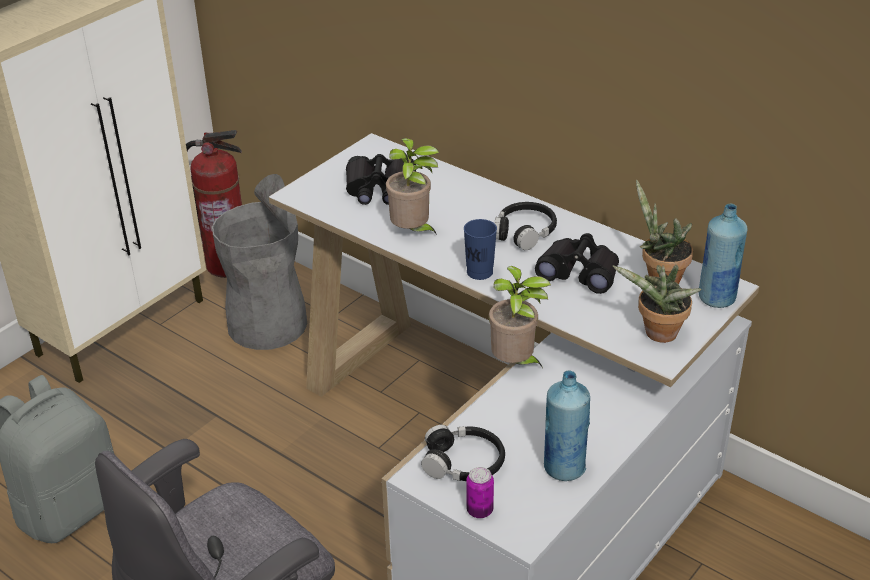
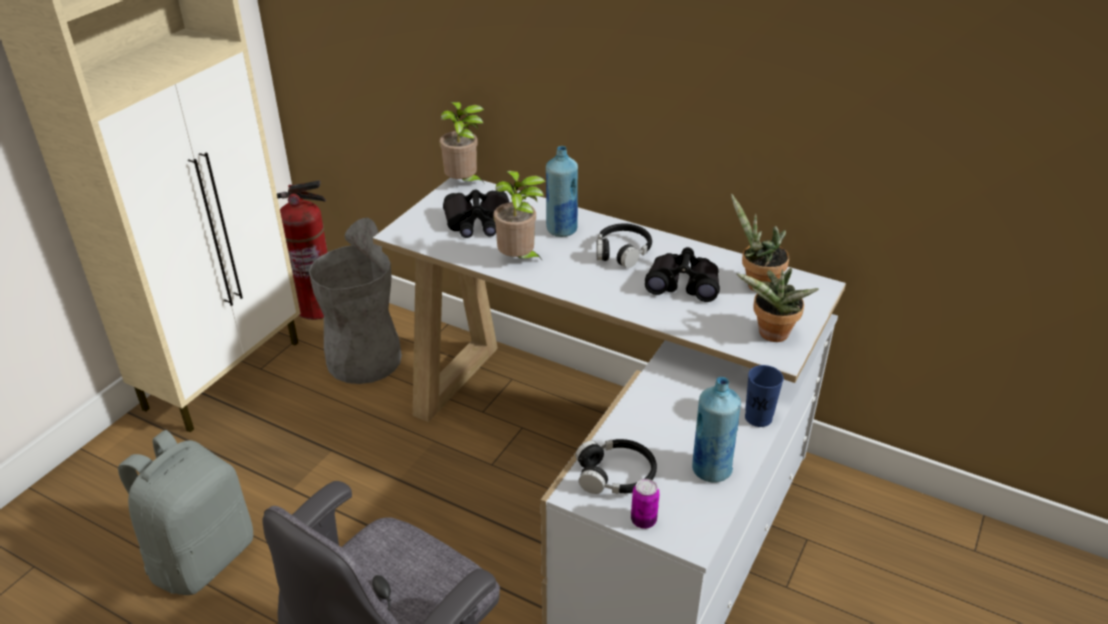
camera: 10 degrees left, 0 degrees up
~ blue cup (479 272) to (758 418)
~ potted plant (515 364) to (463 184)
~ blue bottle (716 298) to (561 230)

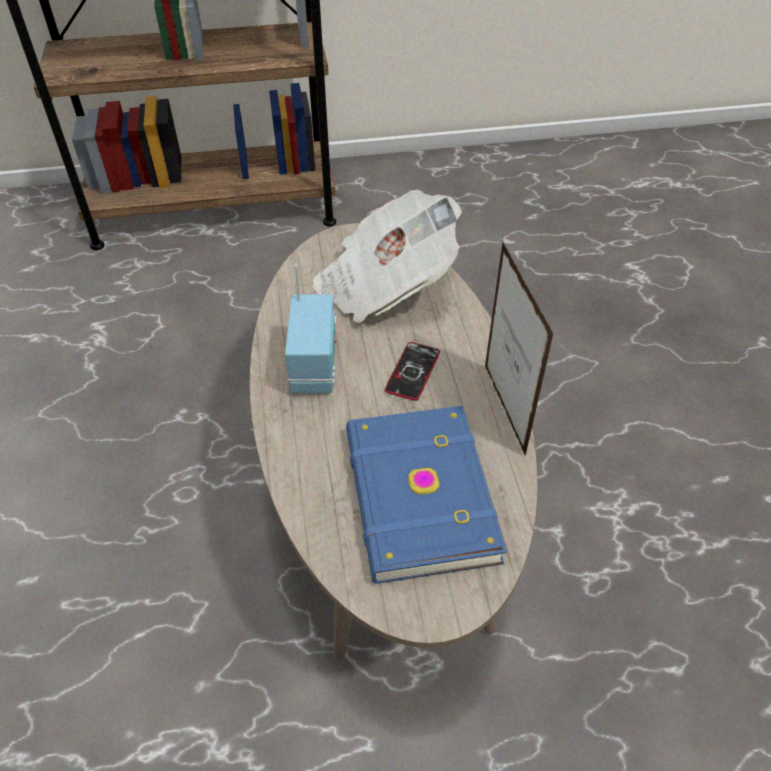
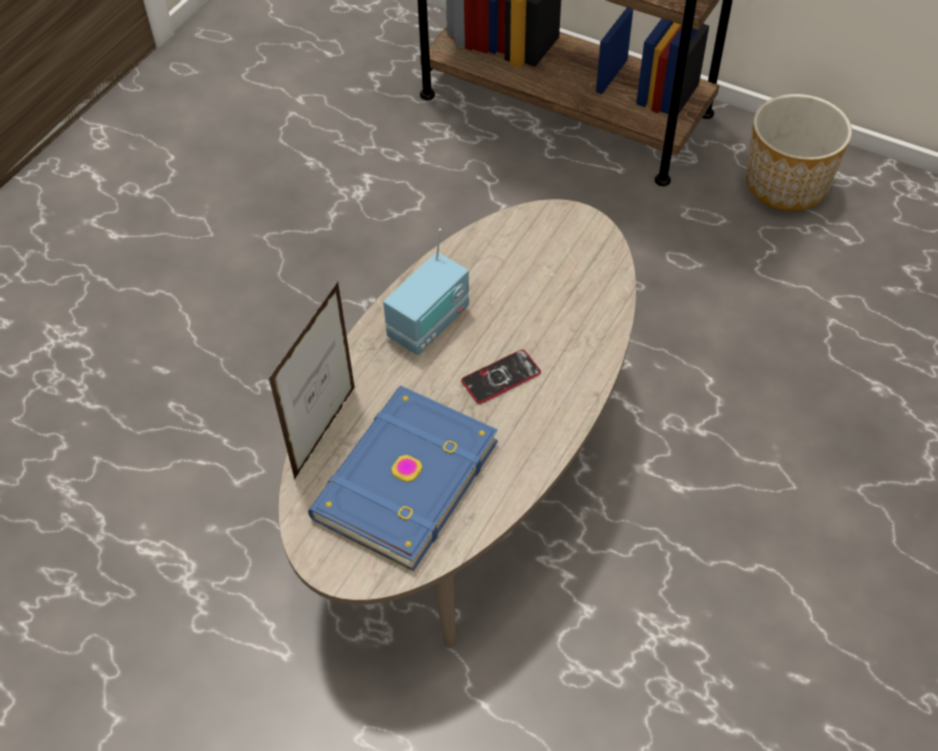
camera: 40 degrees right, 5 degrees up
- newspaper (384 284)
+ planter (787 185)
~ picture frame (503 408) to (325 431)

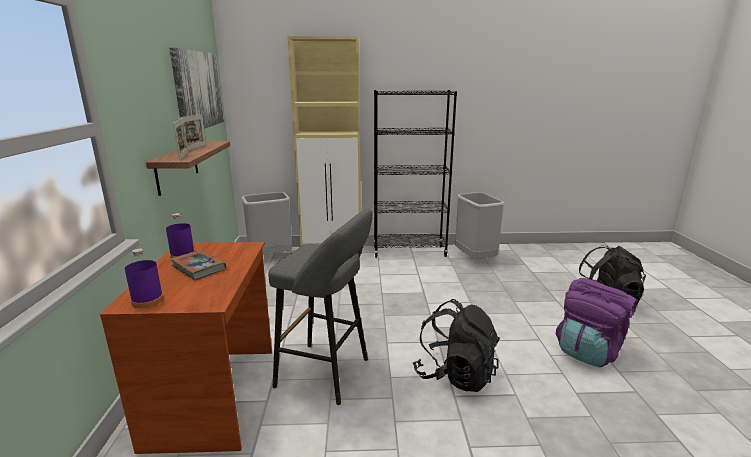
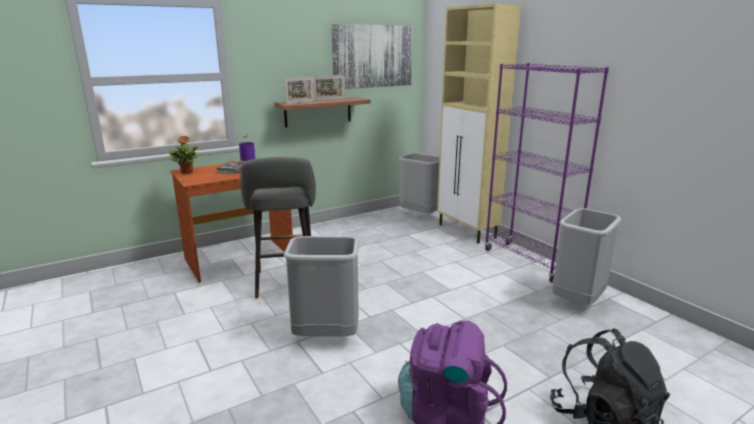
camera: 60 degrees right, 0 degrees up
~ purple bottle (147 300) to potted plant (187 172)
~ black backpack (455 375) to grey trash can (326 336)
~ black bookcase (409 252) to purple bookcase (528 262)

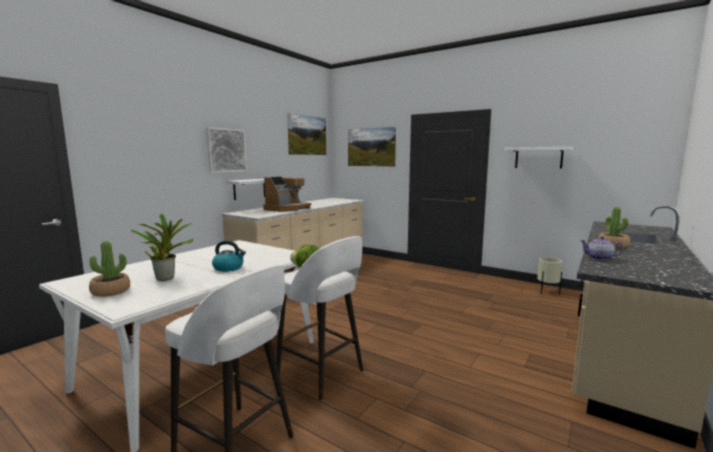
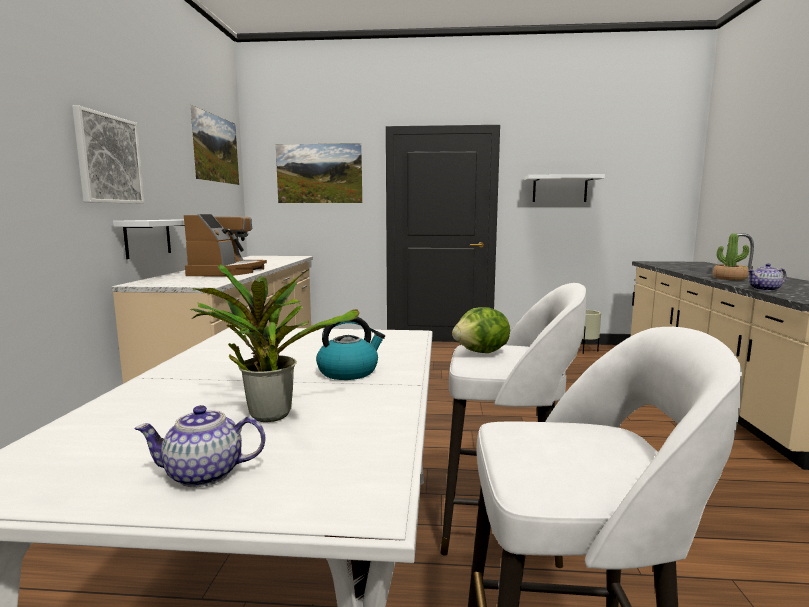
camera: 30 degrees left, 0 degrees up
~ potted plant (111 291) to teapot (205 474)

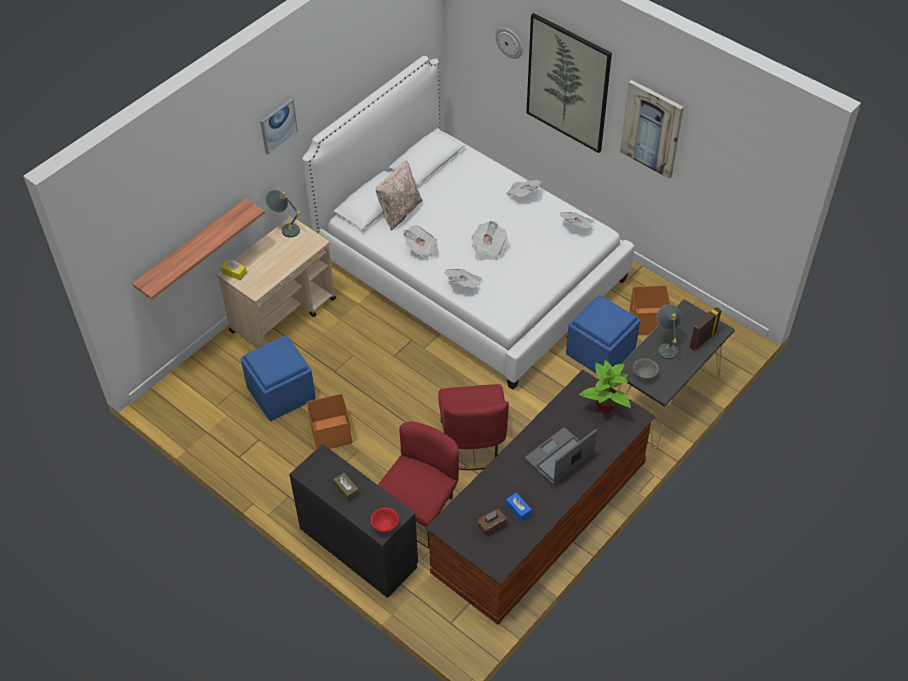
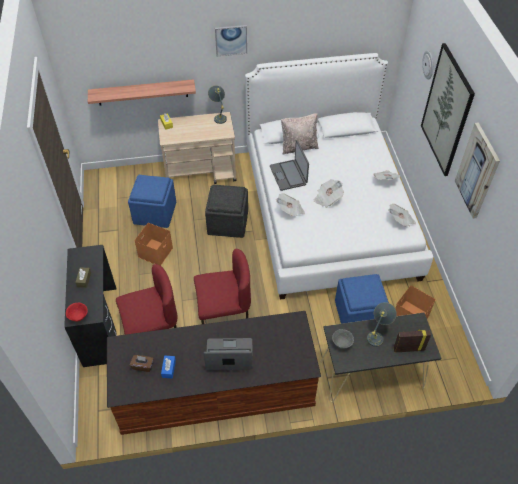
camera: 40 degrees right, 0 degrees up
- potted plant (605 407)
+ grey ottoman (228 222)
~ newspaper (422 249) to laptop (288 175)
~ red chair (473 443) = (223 314) 135 degrees counterclockwise

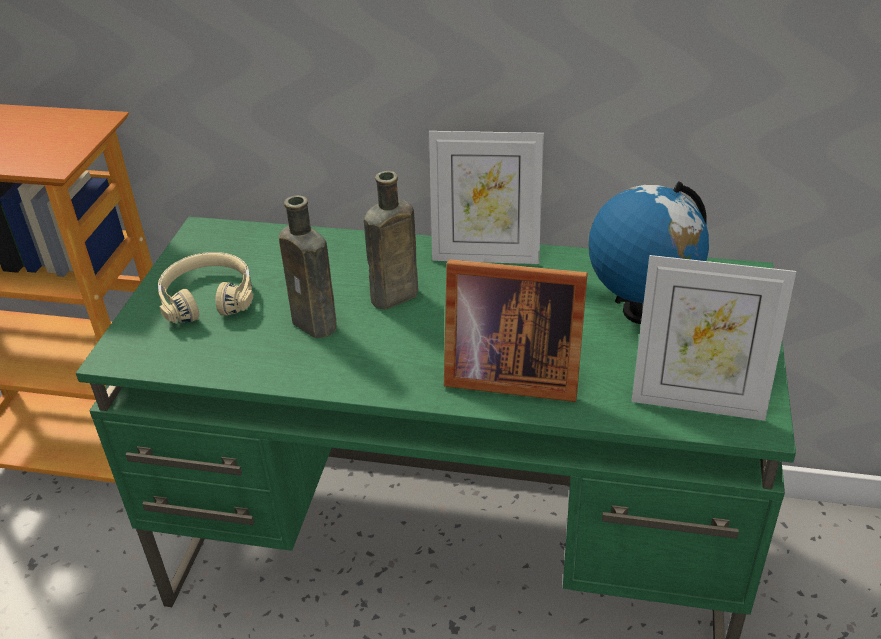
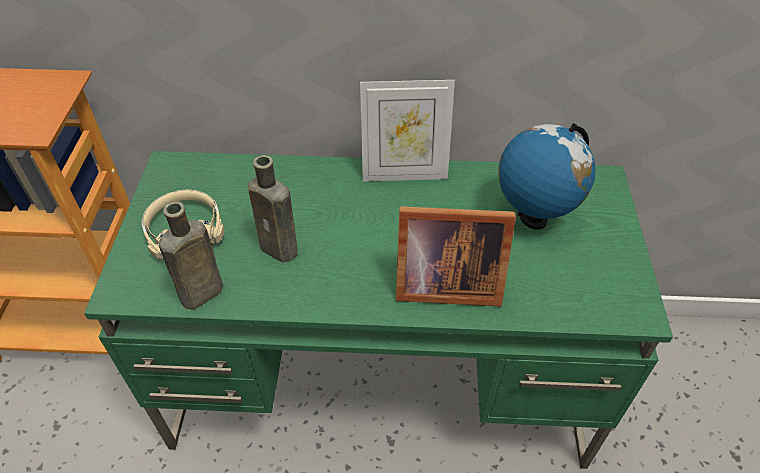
camera: 10 degrees left, 10 degrees up
- picture frame (697 401)
~ brown bottle (391 298) to (199 295)

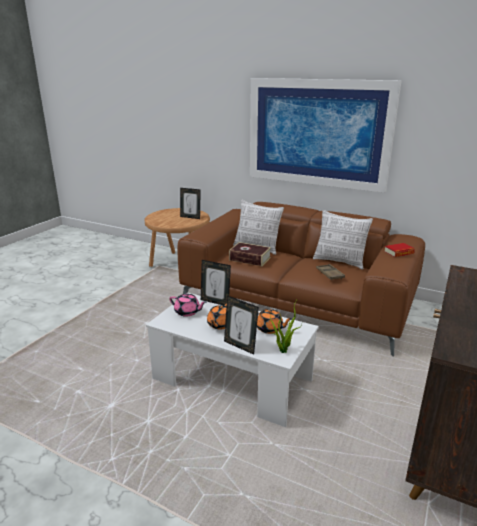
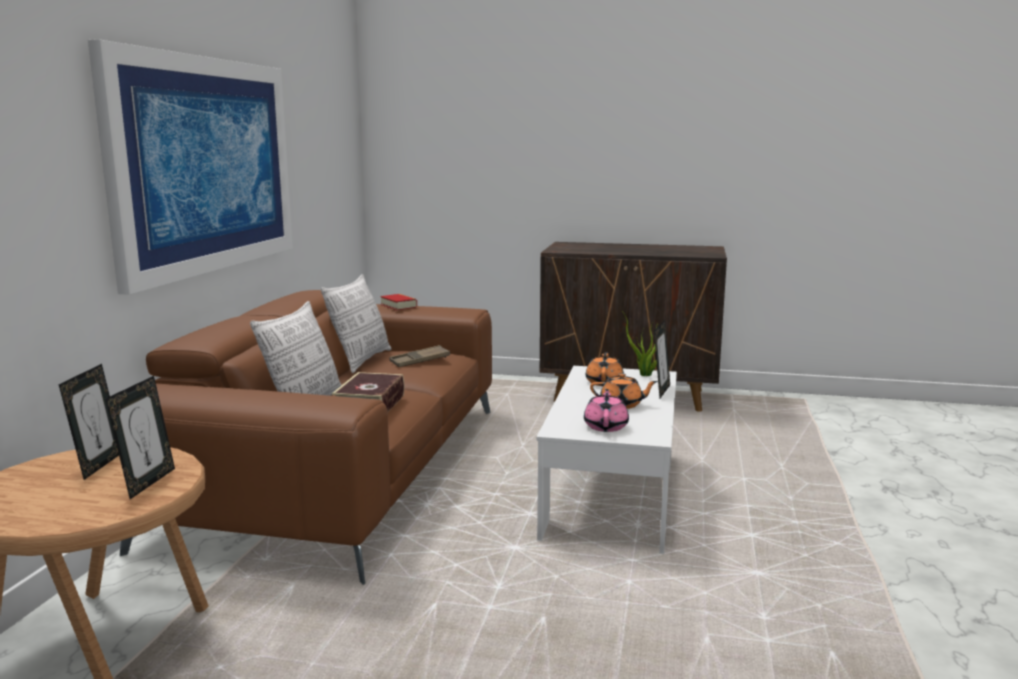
camera: 105 degrees left, 10 degrees down
~ picture frame (215 302) to (147 483)

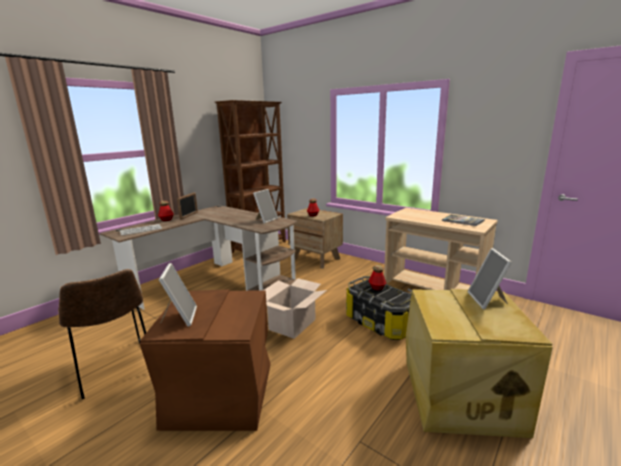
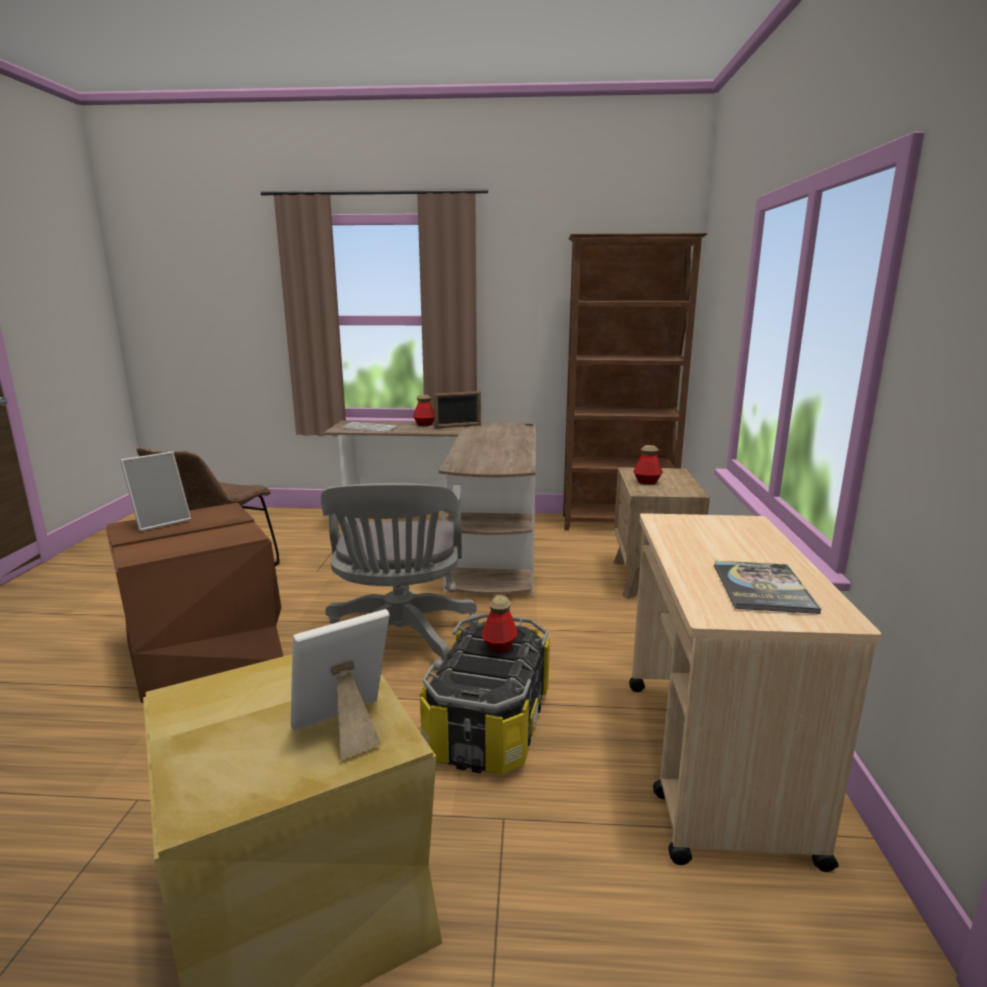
camera: 55 degrees right, 0 degrees up
- picture frame (265 220)
~ cardboard box (292 324) to grey office chair (399 640)

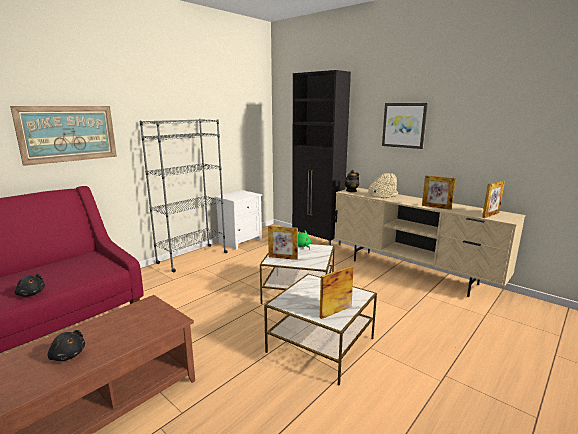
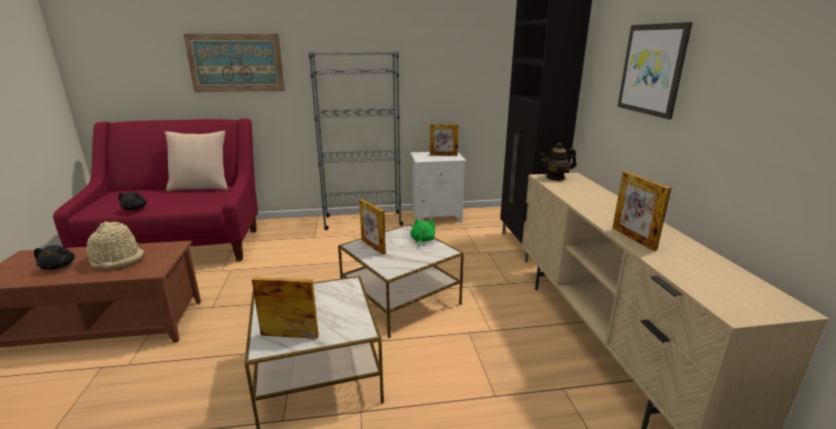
camera: 40 degrees right, 5 degrees up
+ beige pillow (201 187)
~ beige hat (382 195) to (117 259)
~ picture frame (490 215) to (443 155)

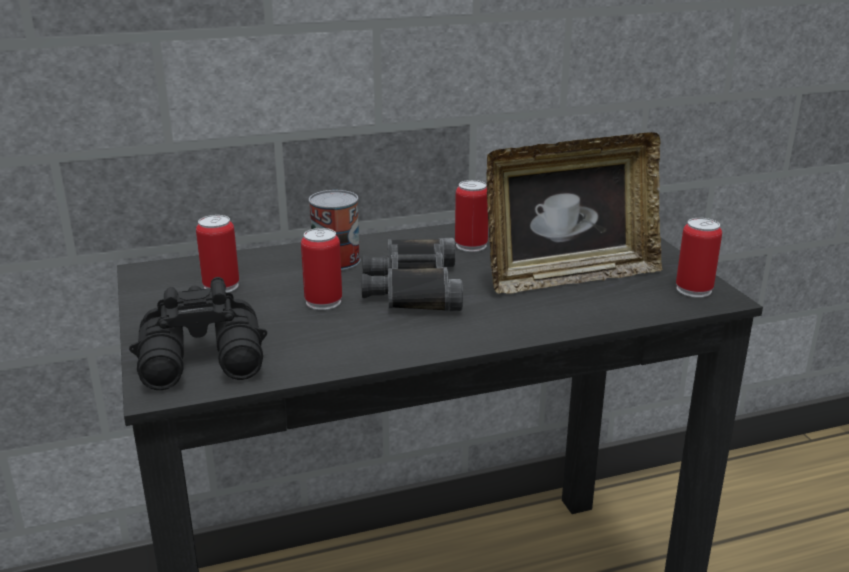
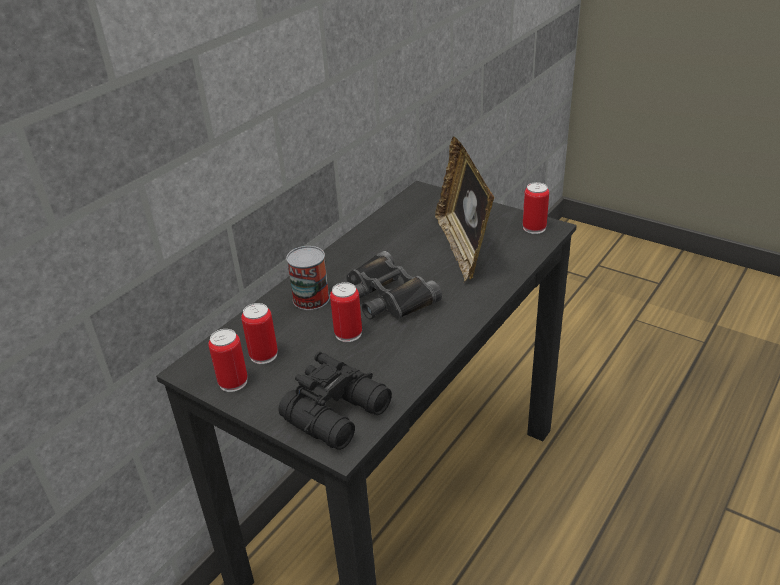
camera: 35 degrees left, 10 degrees up
~ can (471 245) to (233 382)
~ picture frame (570 276) = (462 247) 135 degrees clockwise

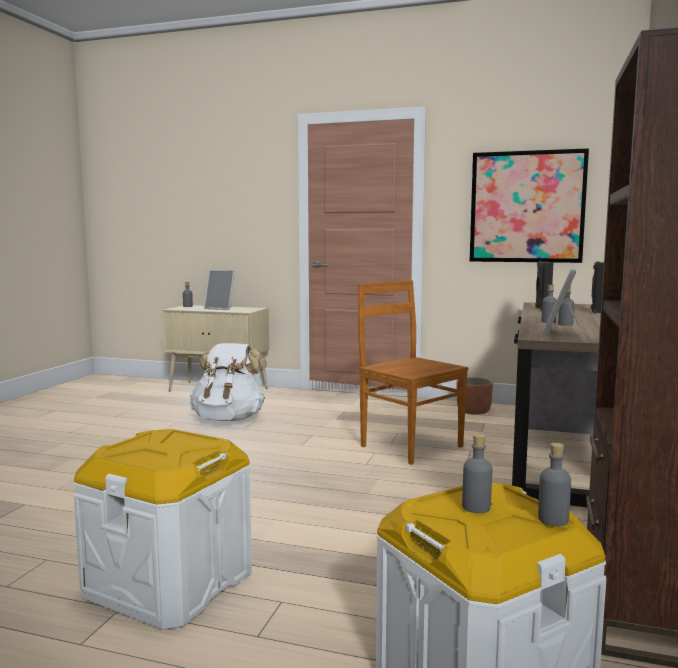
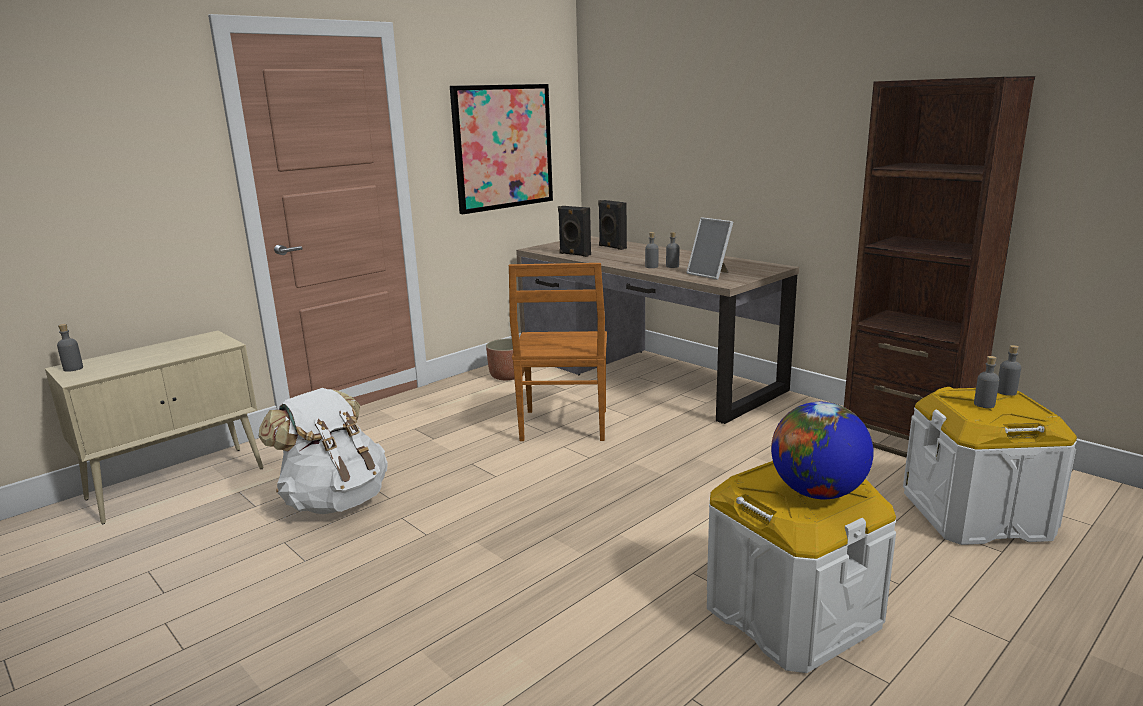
camera: 60 degrees left, 10 degrees up
- picture frame (221 308)
+ globe (817 493)
~ brown chair (409 445) = (564 426) 75 degrees counterclockwise

